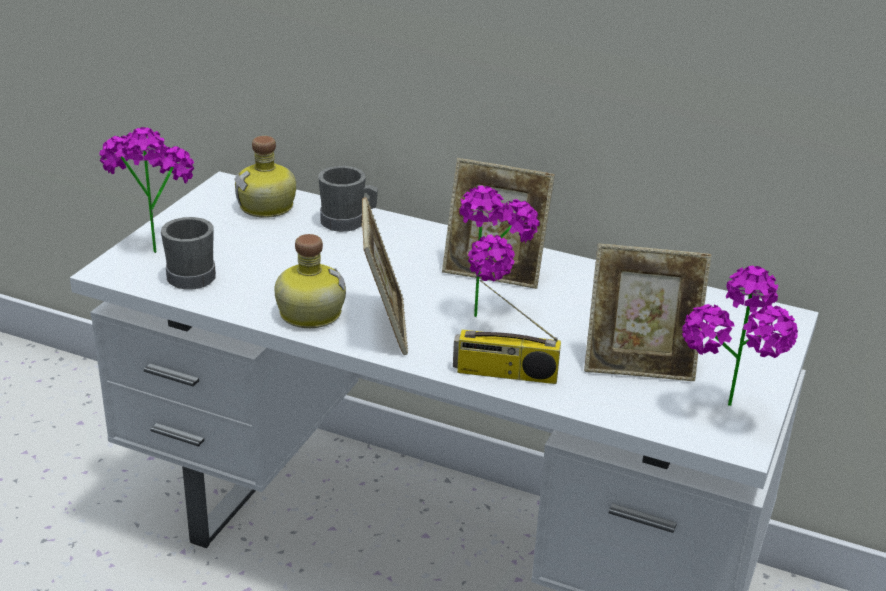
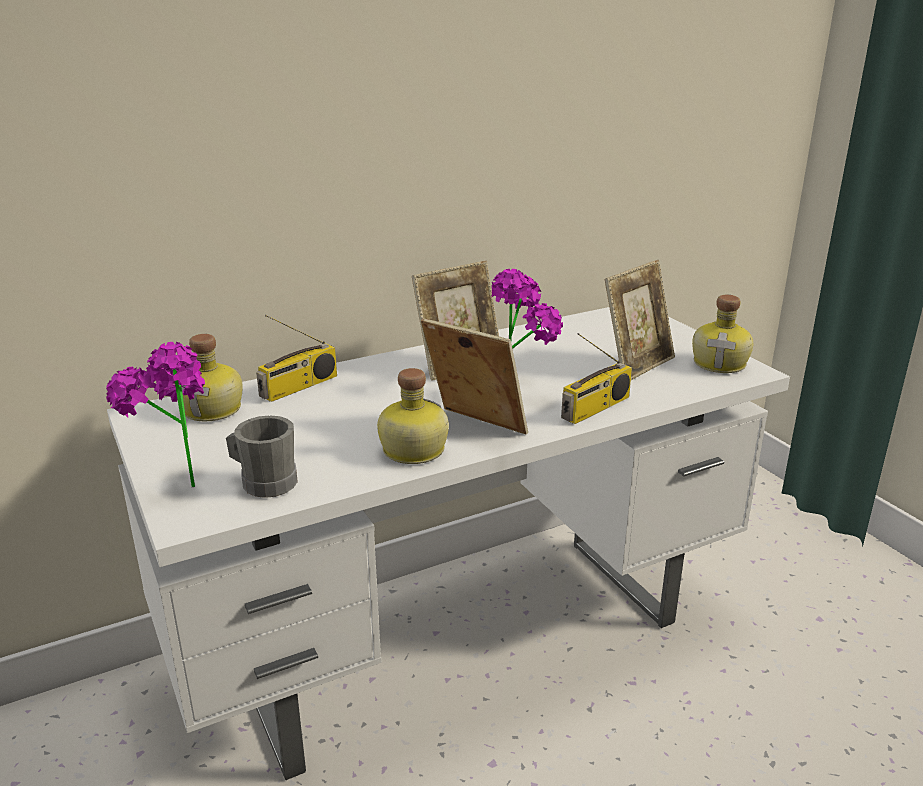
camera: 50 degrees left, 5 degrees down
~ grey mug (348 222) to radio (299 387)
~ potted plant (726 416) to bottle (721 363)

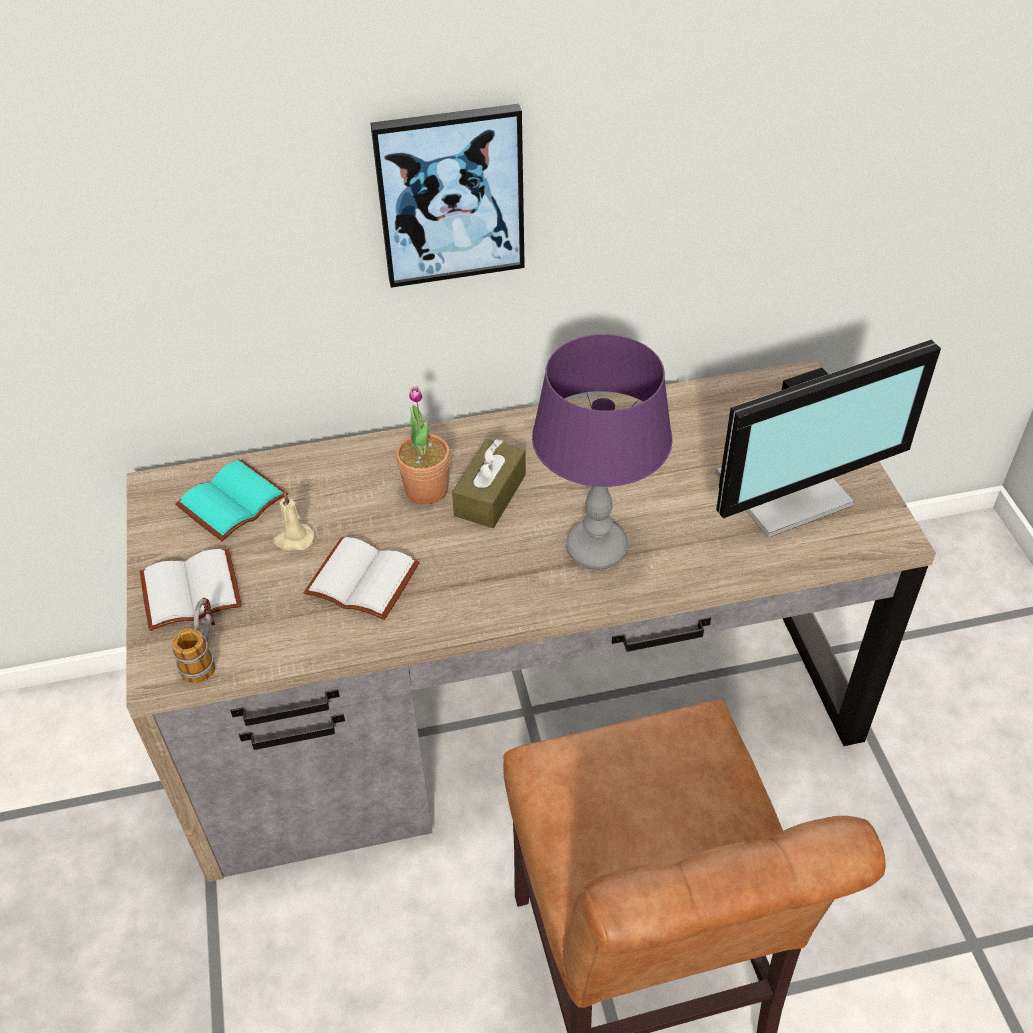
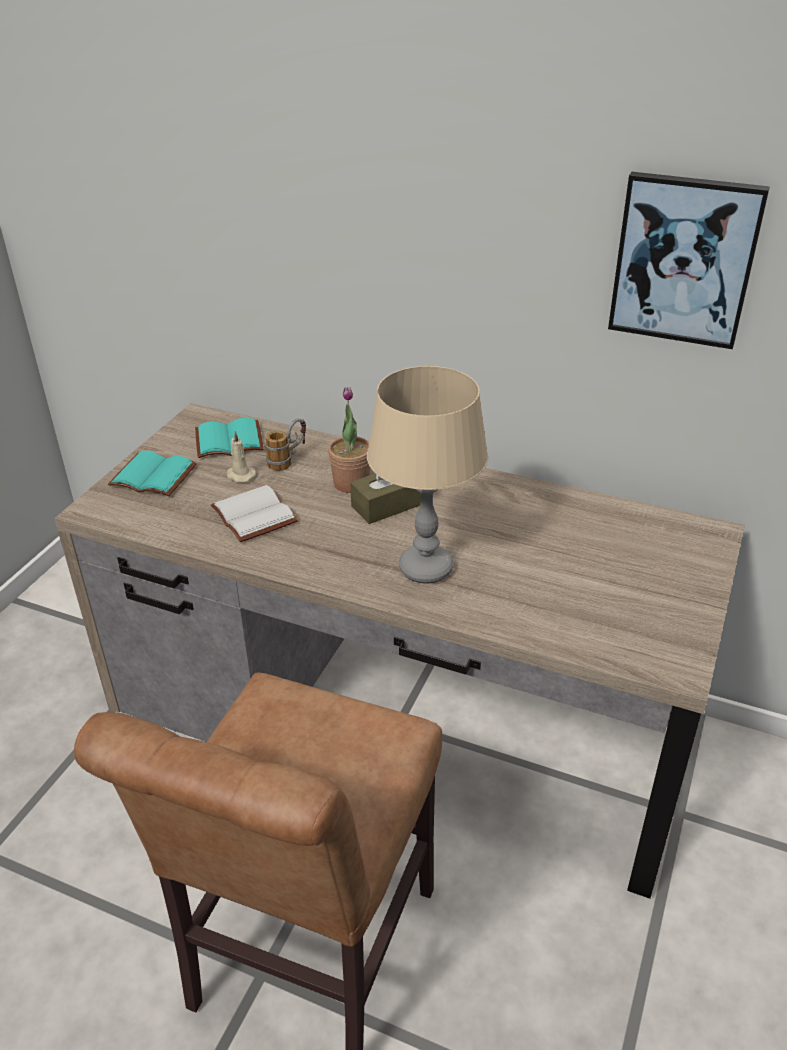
camera: 35 degrees right, 10 degrees down
- monitor (788 492)
~ mug (204 656) to (288 460)
~ picture (450 195) to (684 260)
~ white book (192 588) to turquoise book (155 475)
~ purple table lamp (596 549) to beige table lamp (425 568)

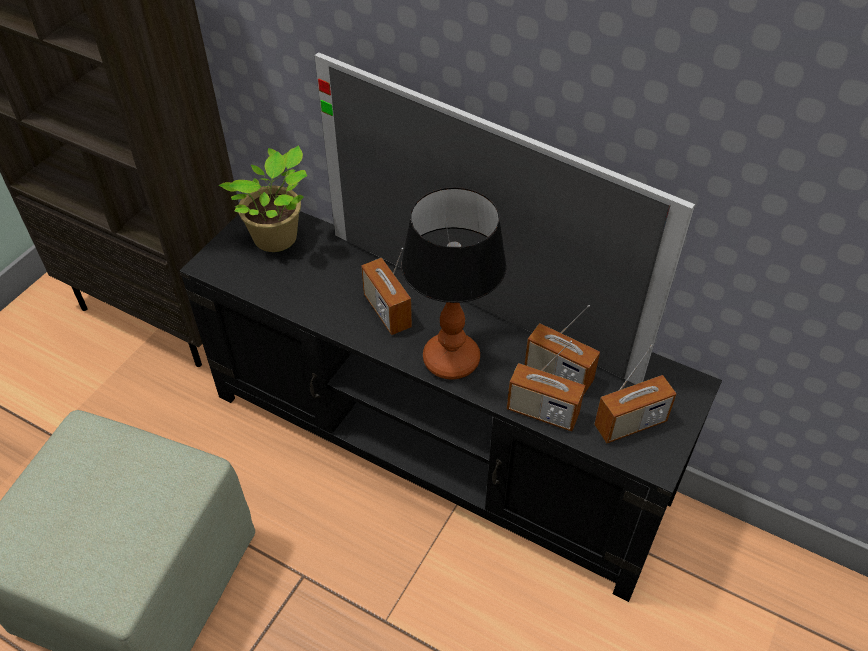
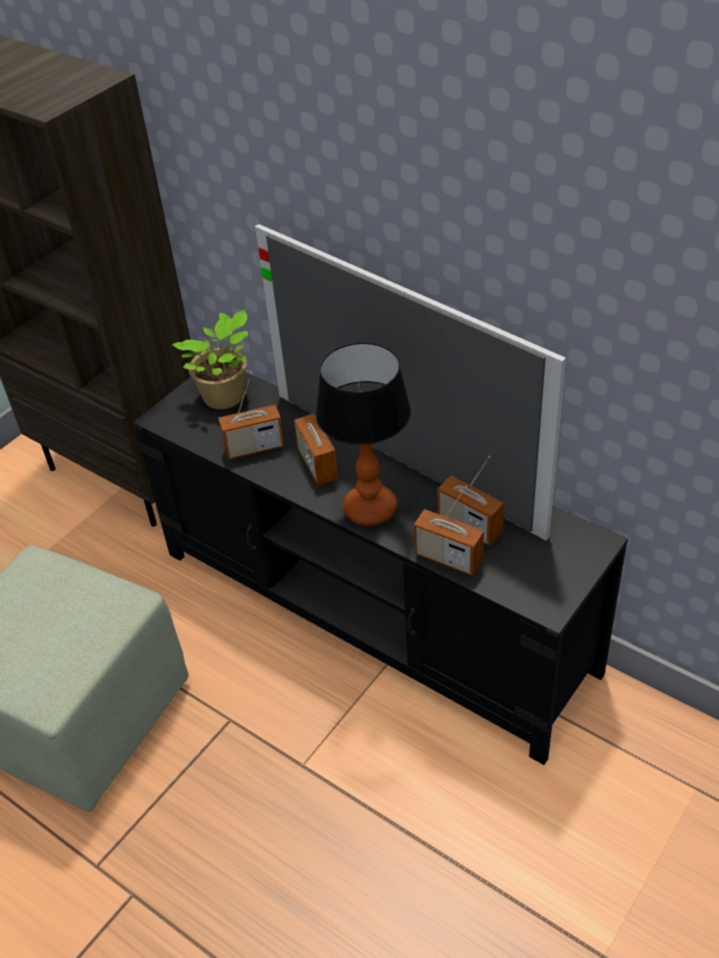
camera: 10 degrees right, 5 degrees down
~ radio (630 424) to (254 448)

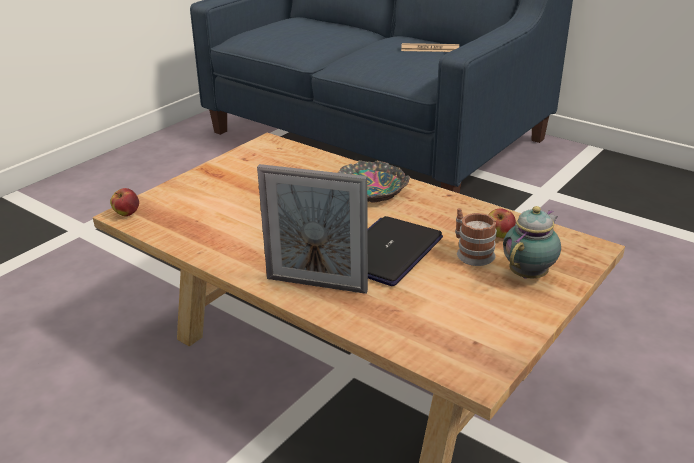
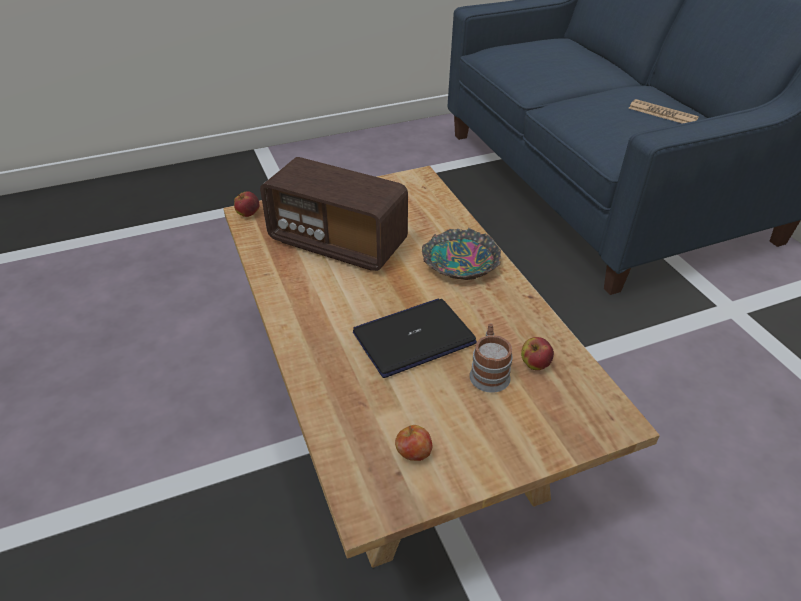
camera: 30 degrees right, 10 degrees up
- picture frame (316 284)
- teapot (530 274)
+ radio (338 243)
+ apple (413 454)

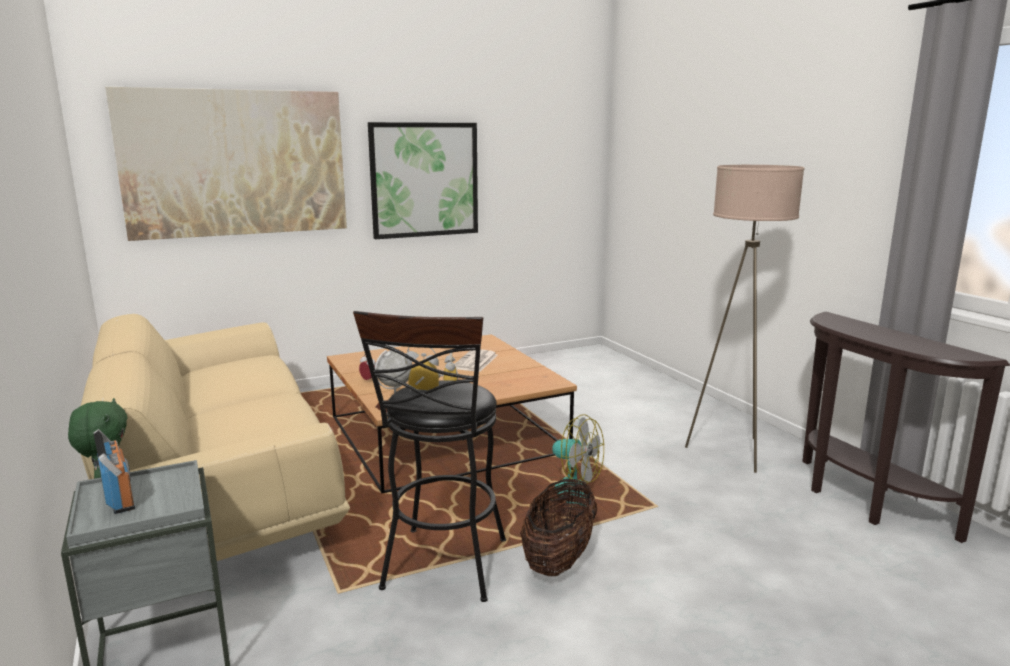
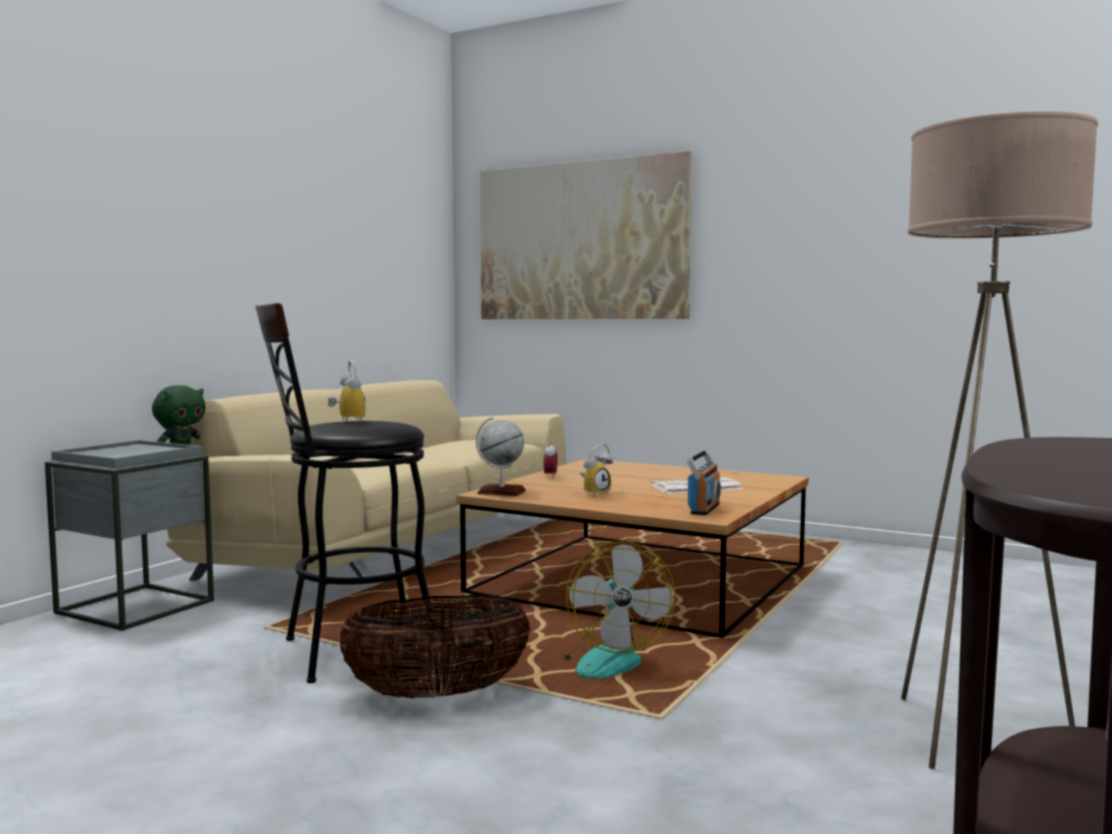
camera: 55 degrees right, 10 degrees down
- picture (424 180)
~ radio (119 497) to (704 509)

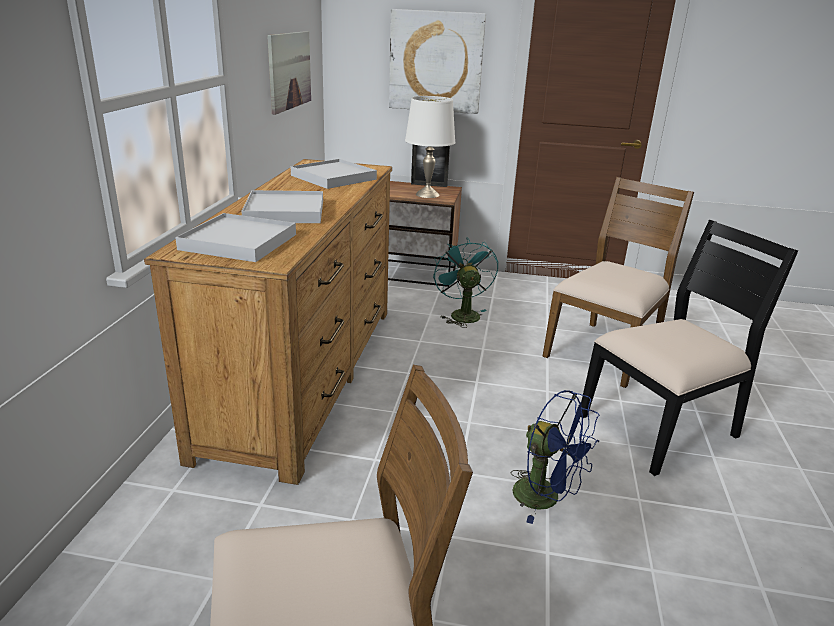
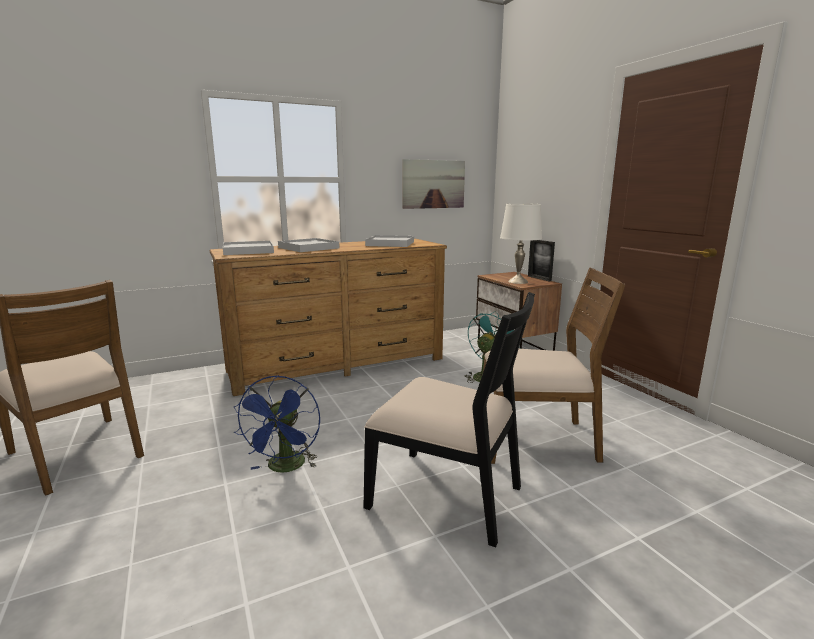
camera: 55 degrees right, 10 degrees down
- picture (436 62)

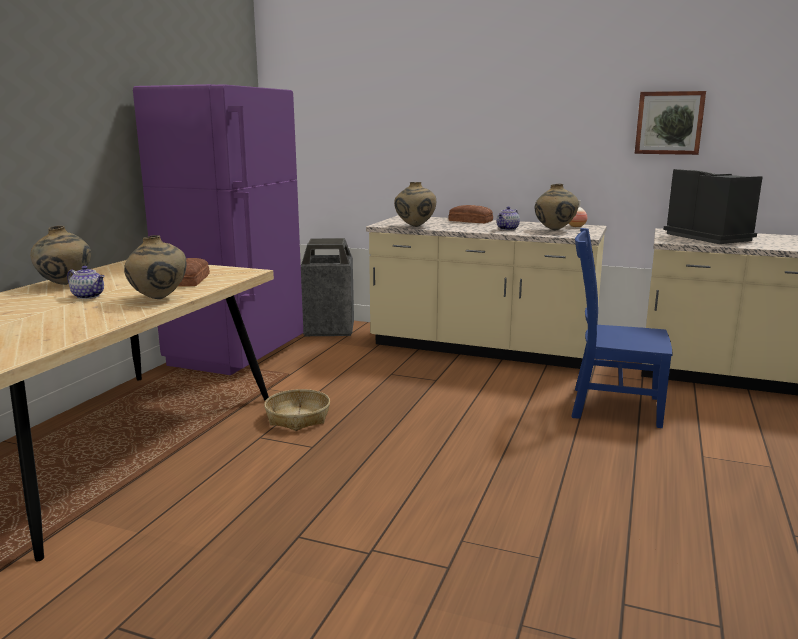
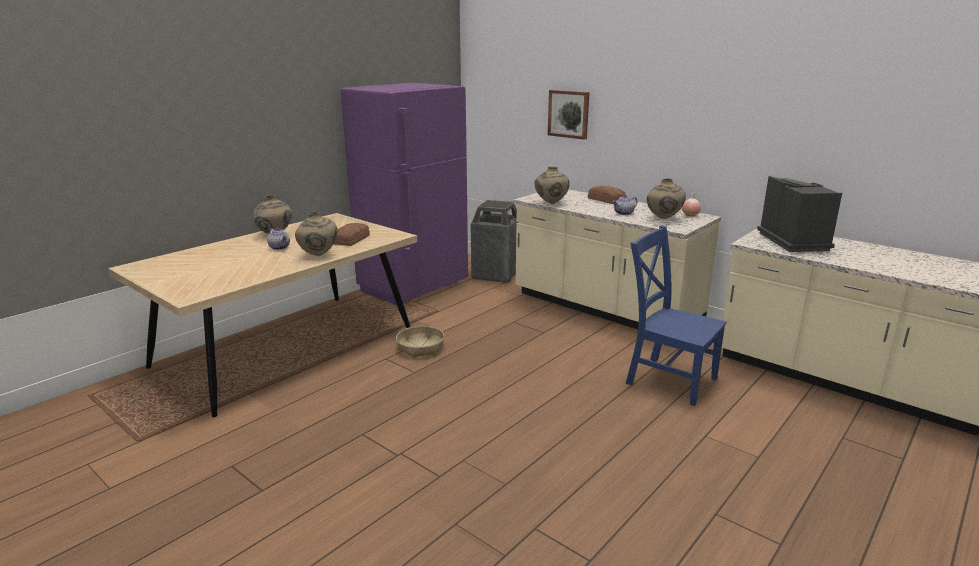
camera: 20 degrees right, 5 degrees up
~ picture (669 123) to (569 114)

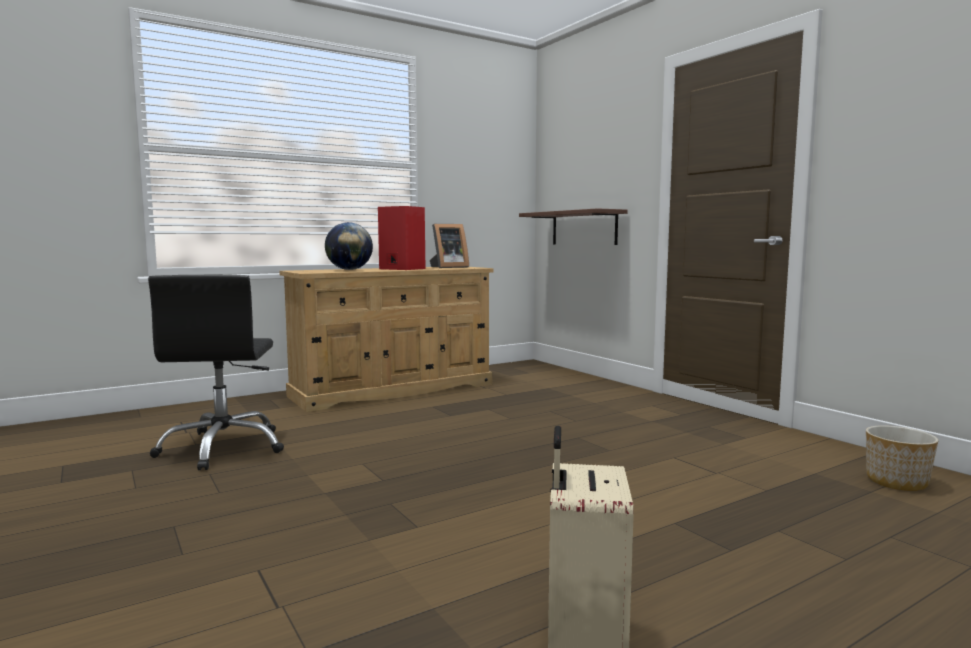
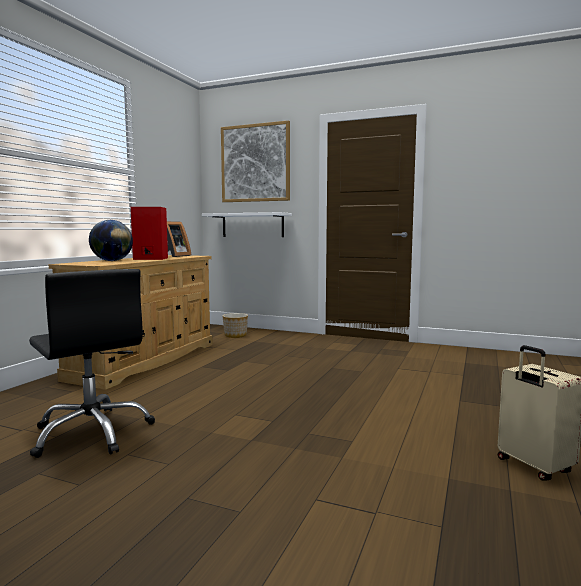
camera: 35 degrees left, 0 degrees up
+ picture (255 163)
~ planter (897 482) to (235 335)
~ brown shelf (584 228) to white shelf (252 225)

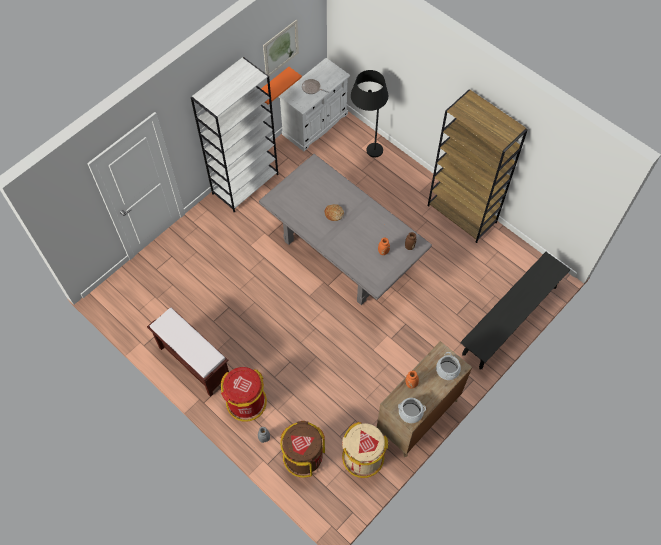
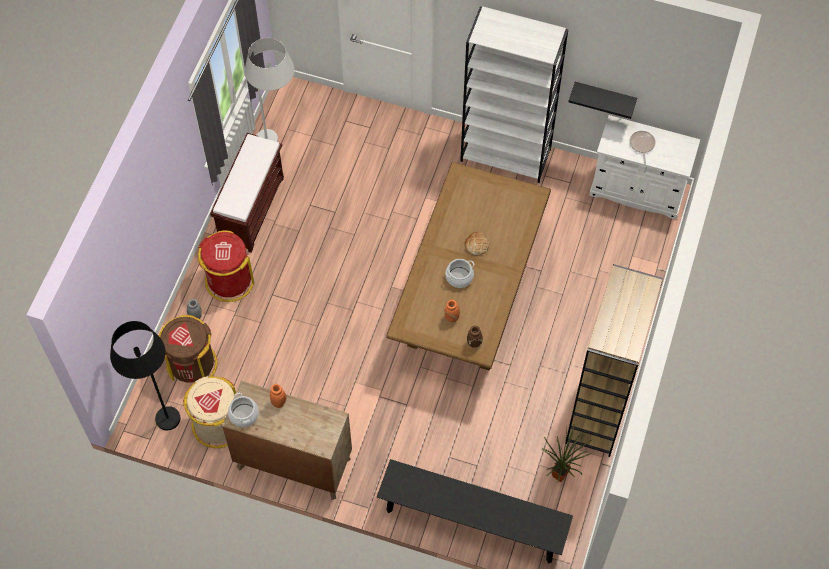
camera: 65 degrees right, 0 degrees up
- picture (281 49)
+ white floor lamp (279 140)
+ potted plant (561 477)
~ black floor lamp (366 153) to (159 409)
~ cooking pot (447 370) to (459 277)
~ grey dining table (344 252) to brown dining table (469 299)
~ orange shelf (272 85) to black shelf (604 96)

